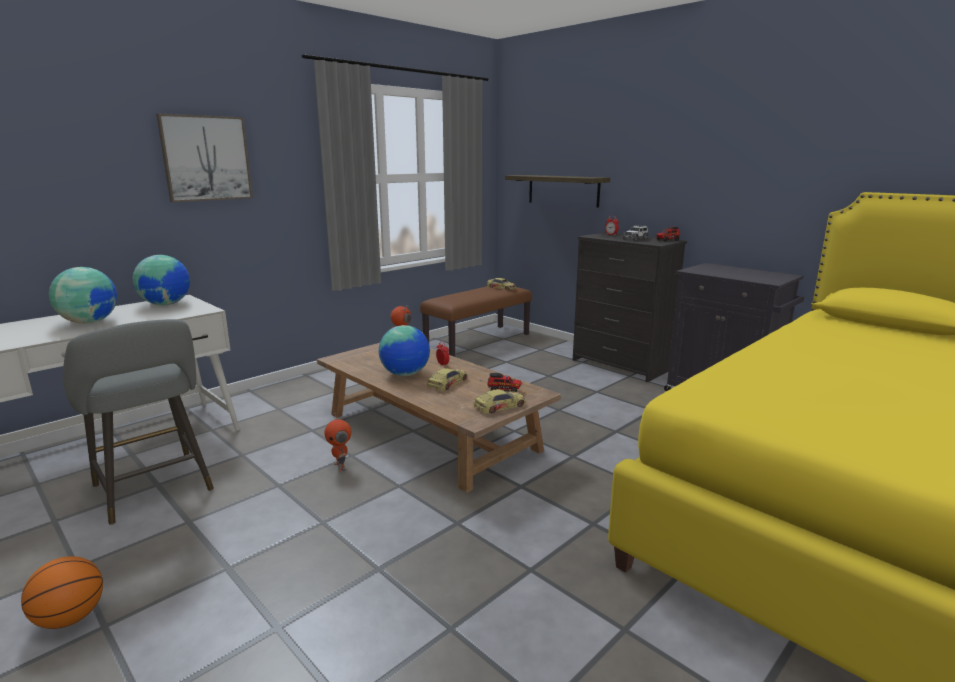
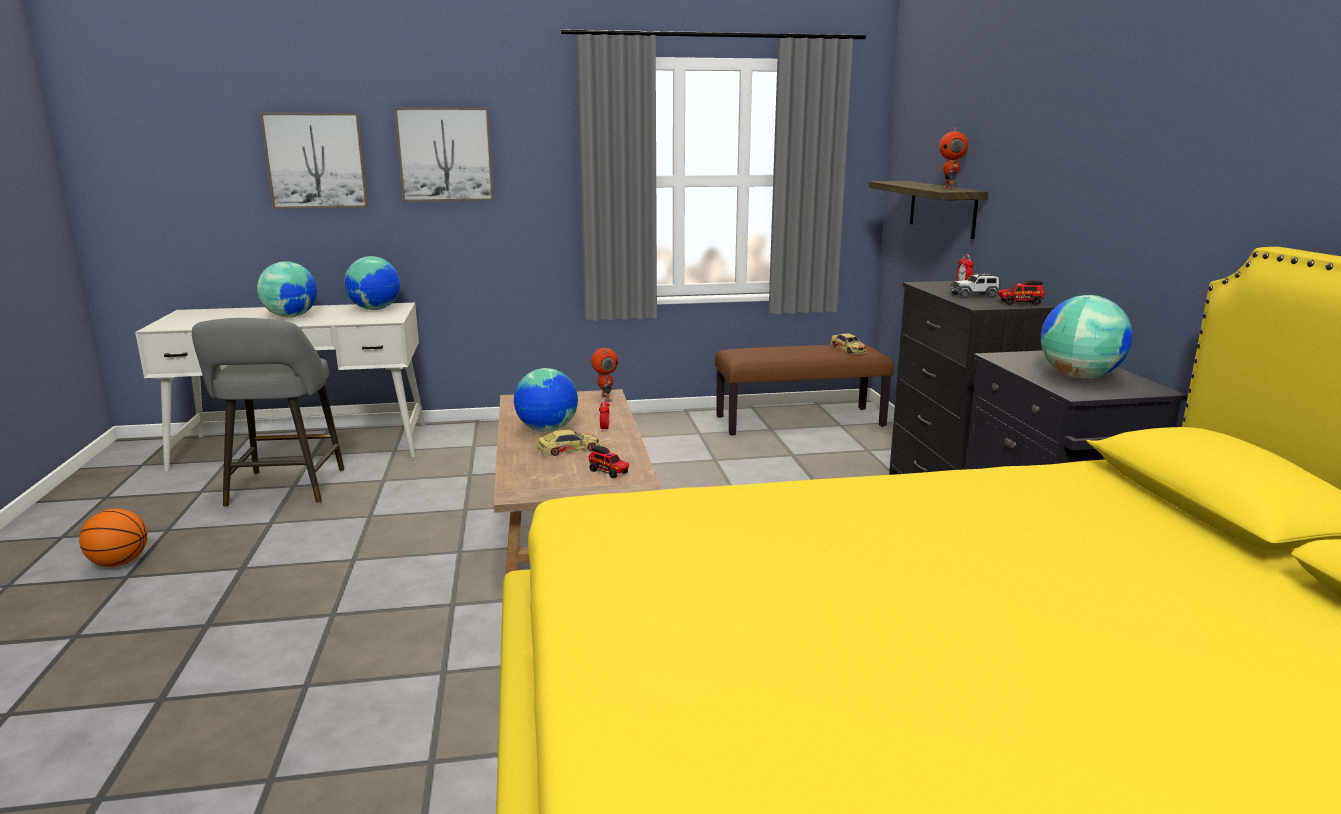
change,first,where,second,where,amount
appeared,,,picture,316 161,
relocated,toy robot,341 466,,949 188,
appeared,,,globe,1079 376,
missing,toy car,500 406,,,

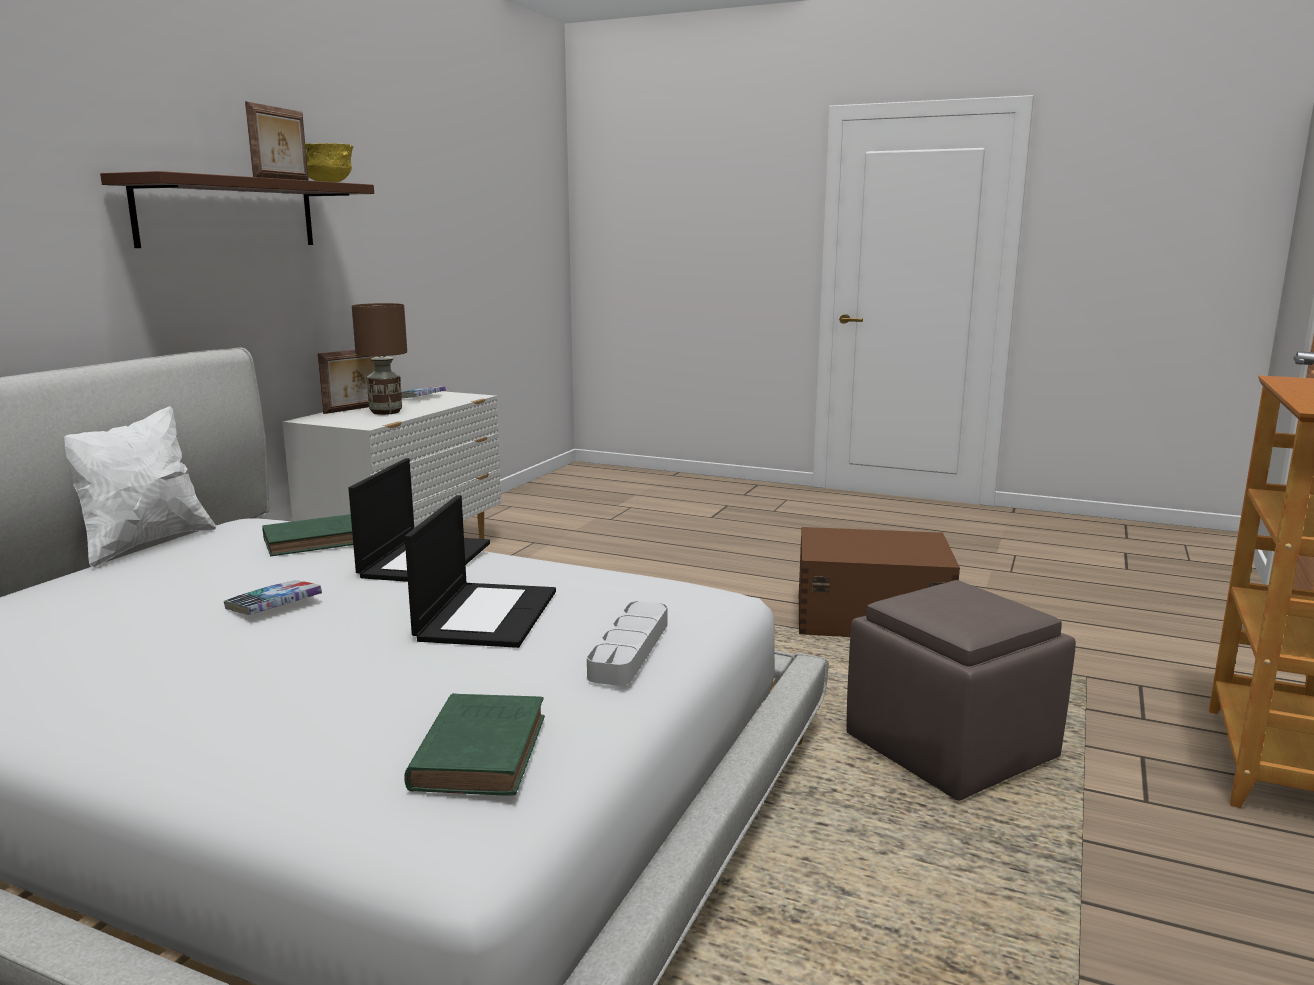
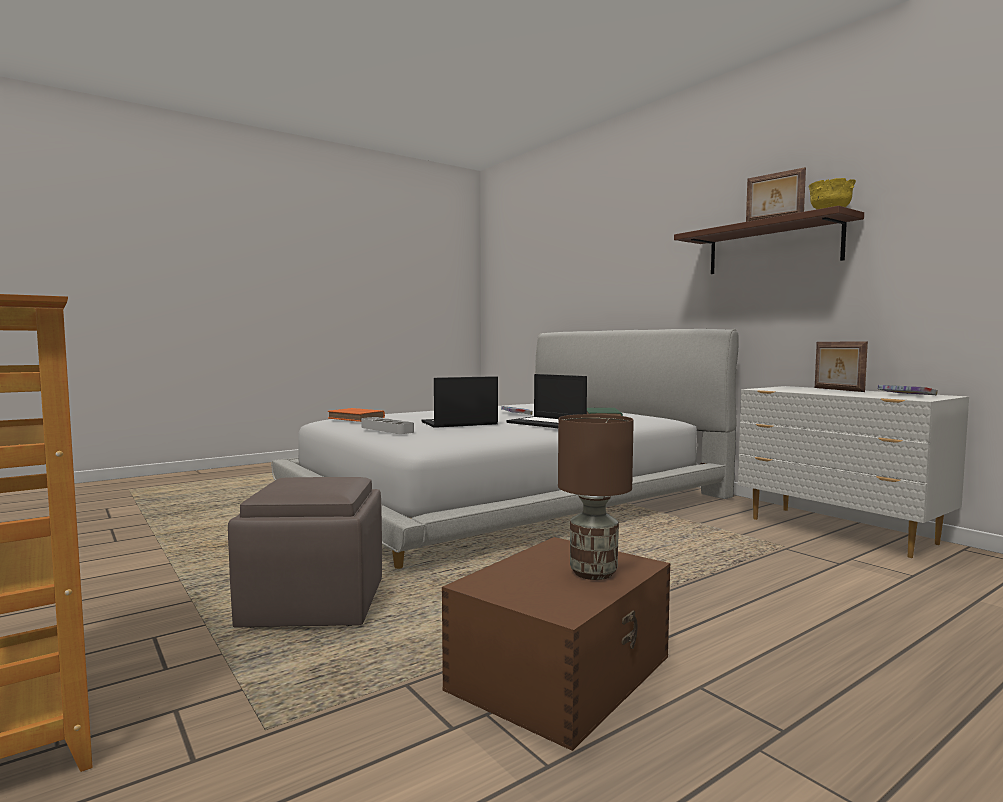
change,first,where,second,where,amount
colour,book (green),481 750,book (orange),357 418,
spun,laptop,486 614,,458 423,120 degrees clockwise
relocated,table lamp (brown),386 412,,593 573,
missing,pillow (white),143 544,,,

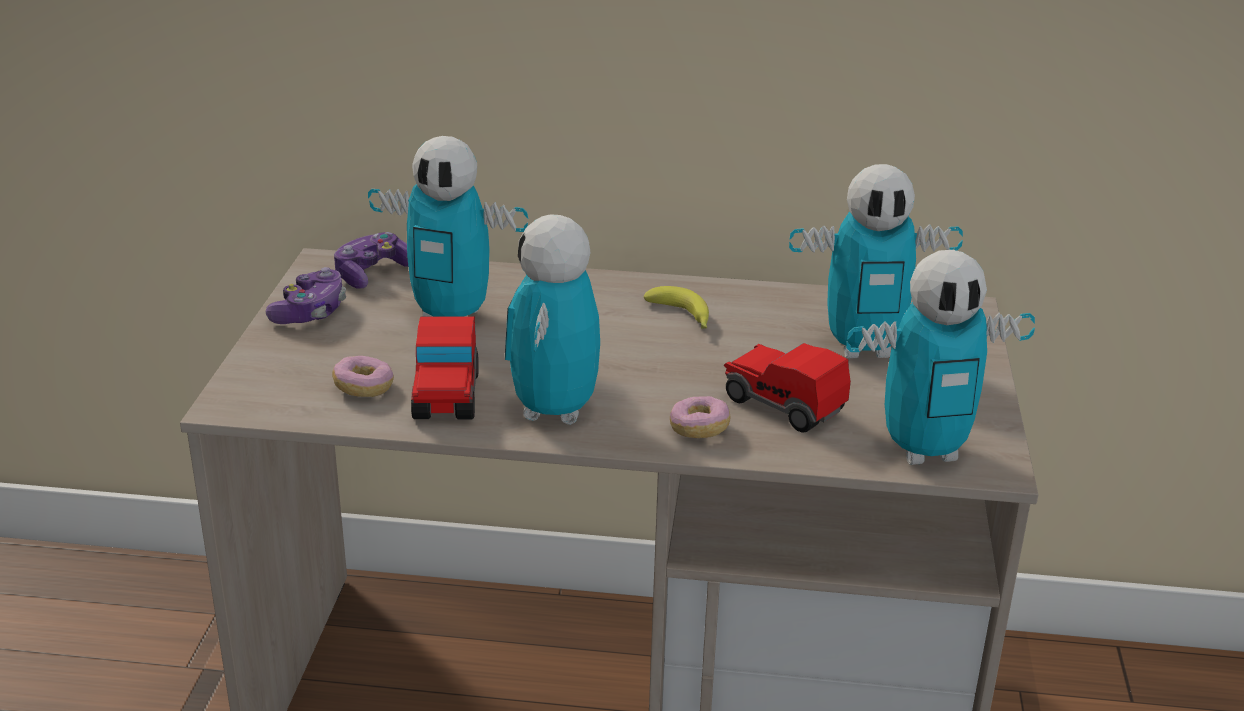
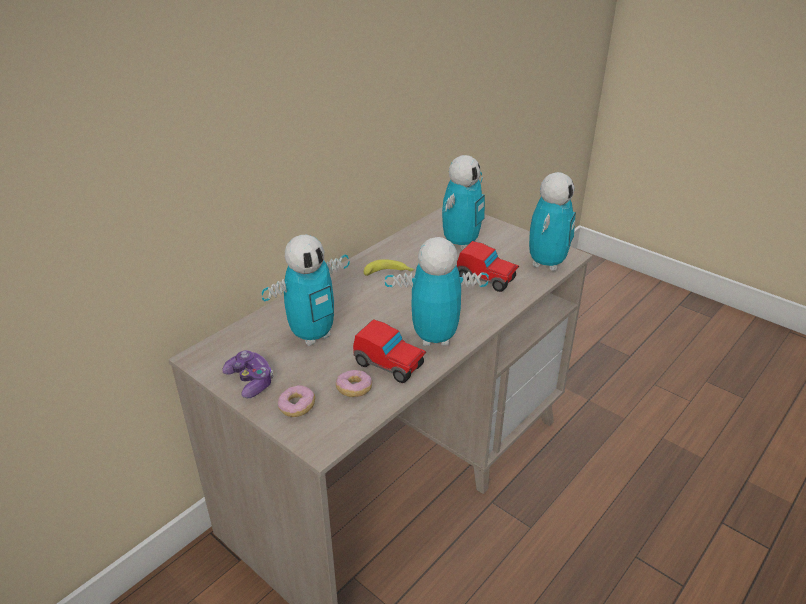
change,first,where,second,where,amount
relocated,donut,699 429,,297 407,
spun,toy robot,554 411,,434 338,135 degrees clockwise
spun,toy car,783 405,,486 279,135 degrees counterclockwise
missing,game controller,372 273,,,

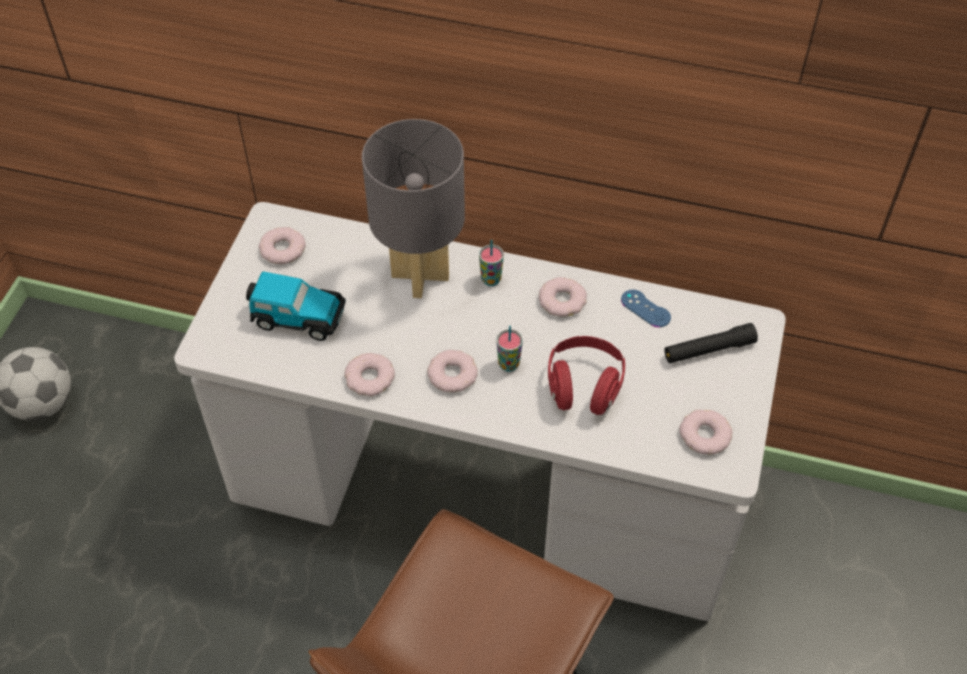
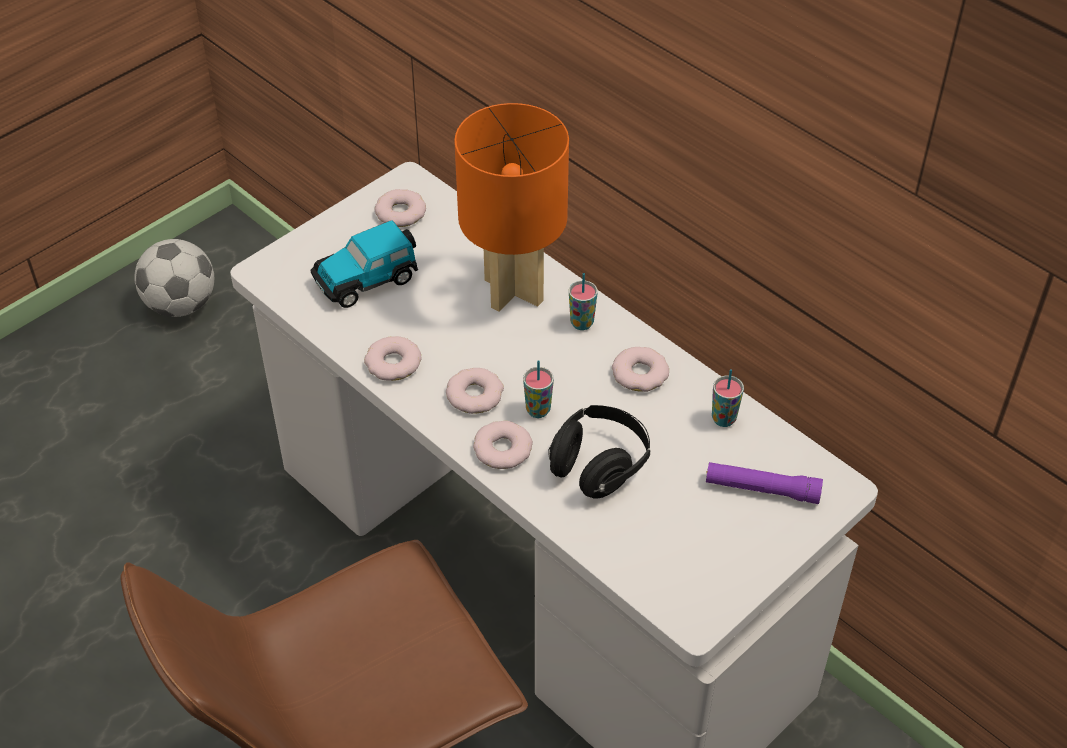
change,first,where,second,where,amount
spun,toy car,297 316,,368 278,105 degrees clockwise
colour,table lamp (grey),419 276,table lamp (orange),512 290,
relocated,donut,704 435,,502 449,
colour,headphones (red),584 387,headphones (black),599 465,
colour,flashlight (black),708 350,flashlight (purple),761 489,
exchanged,game controller (blue),645 308,cup,723 419,

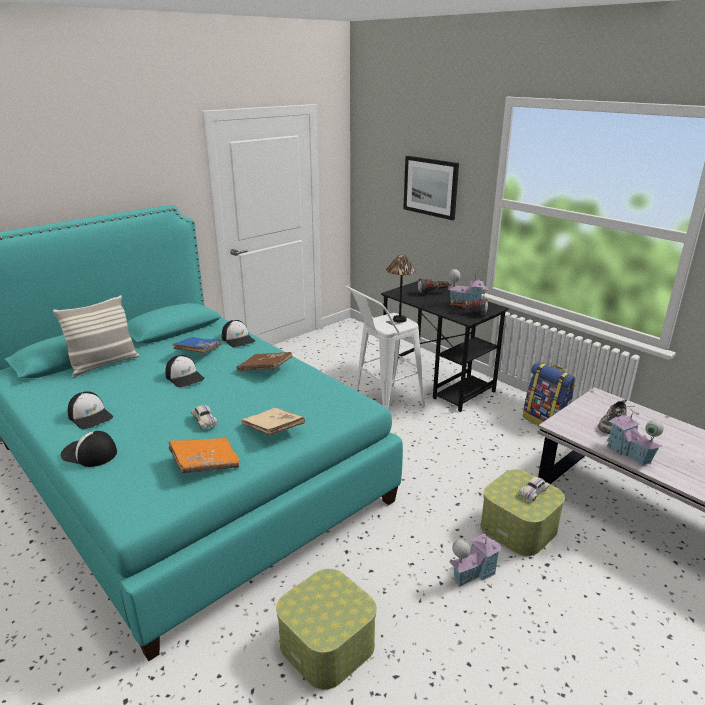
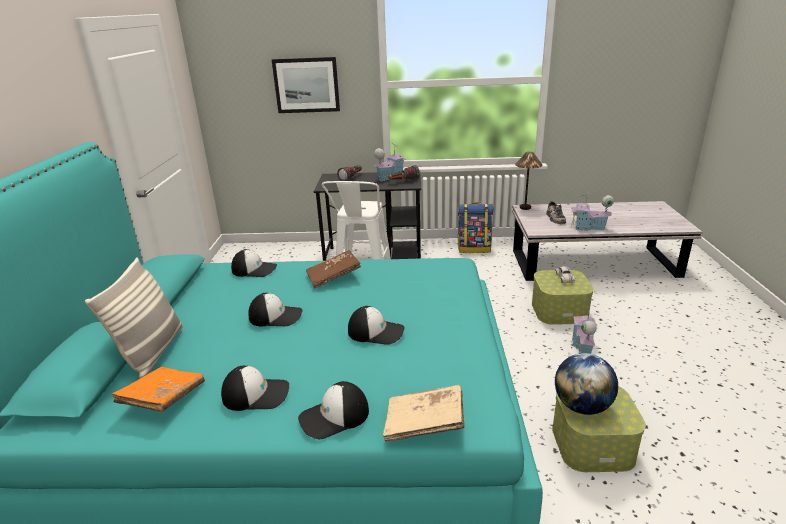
change,first,where,second,where,amount
relocated,book (orange),205 464,,163 398,
exchanged,toy car (white),204 421,cap,376 332,
relocated,book (beige),273 430,,424 424,
relocated,table lamp,399 320,,525 208,
appeared,,,globe,582 406,
missing,book (blue),198 352,,,

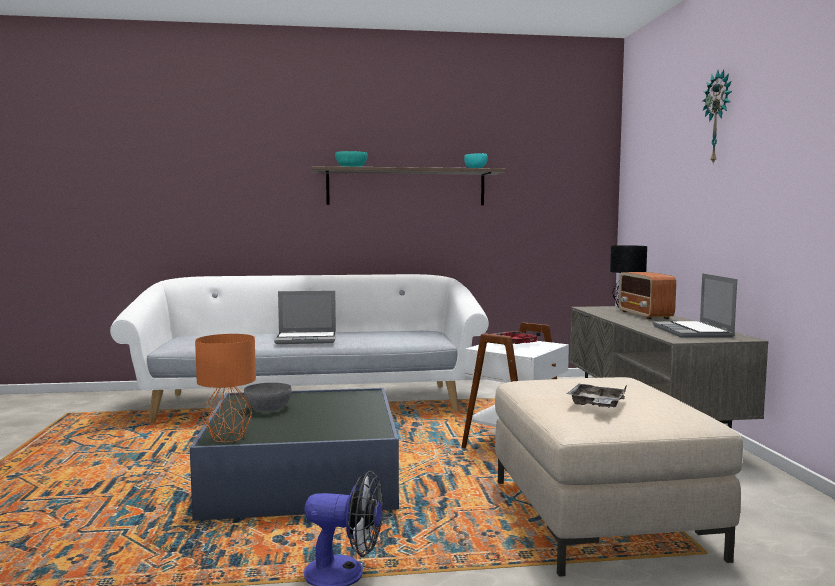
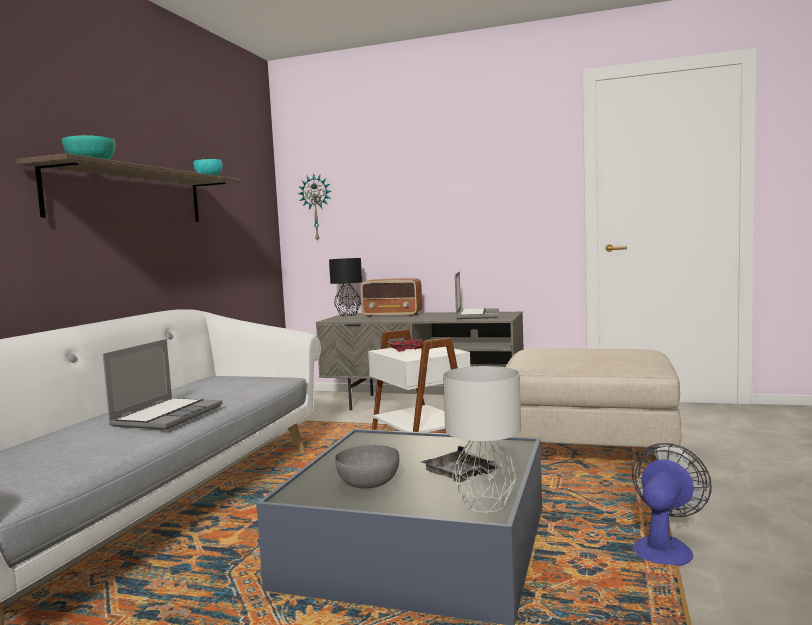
change,first,where,second,where,amount
relocated,wall clock,719 117,,316 207,
relocated,tray (grey),596 405,,460 476,
colour,table lamp (orange),227 437,table lamp (grey),486 505,
spun,laptop,693 332,,476 315,105 degrees counterclockwise

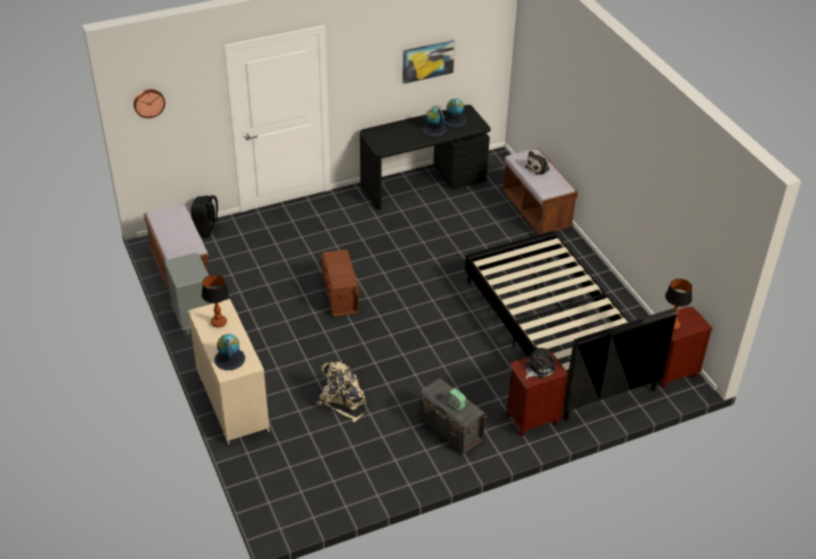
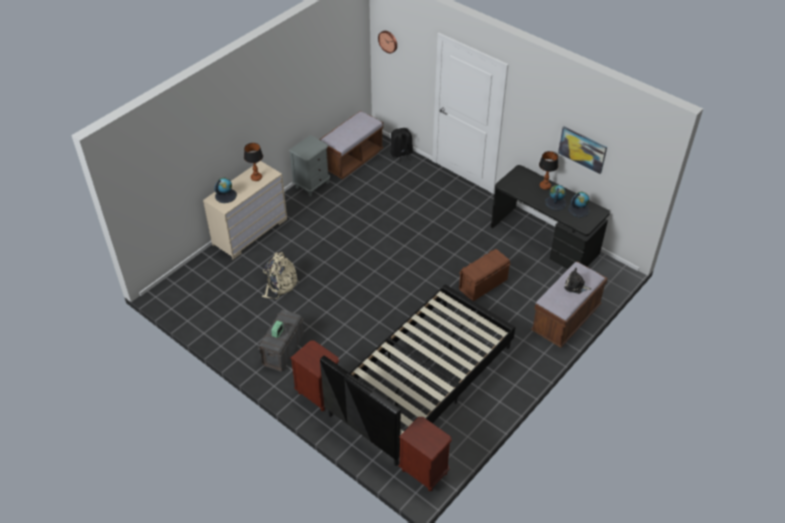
change,first,where,second,where,amount
relocated,storage box (brown),340 296,,482 285,
relocated,table lamp,671 325,,545 186,
missing,plush toy,538 368,,,

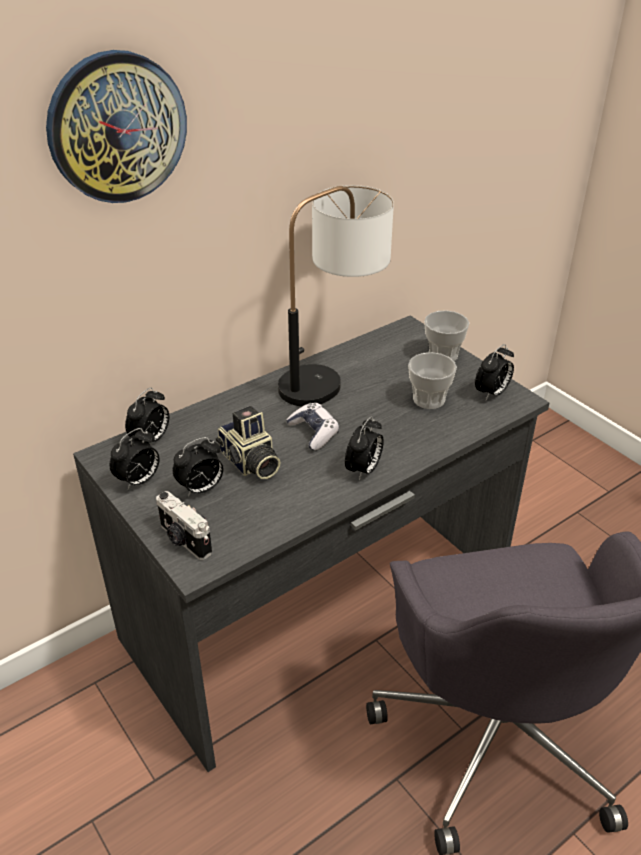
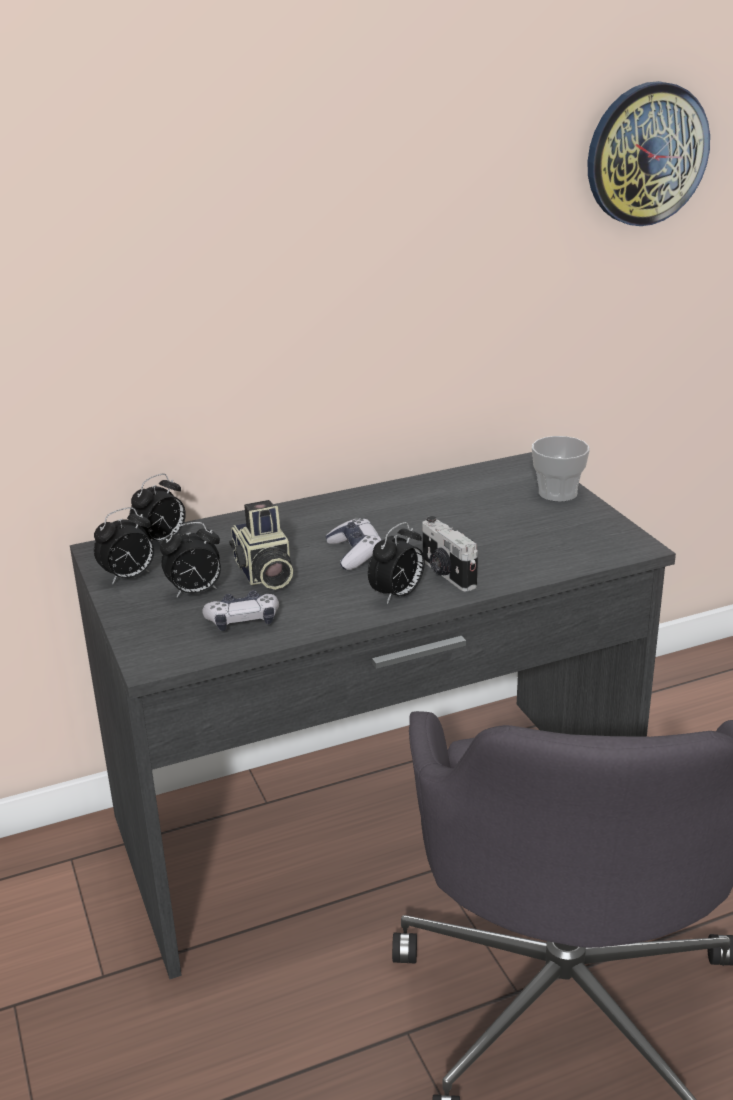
change,first,where,second,where,amount
appeared,,,game controller,243 620,
relocated,photo camera,184 540,,446 574,
relocated,wall clock,117 128,,646 154,
missing,table lamp,332 375,,,
missing,cup,429 399,,,
missing,alarm clock,492 393,,,

